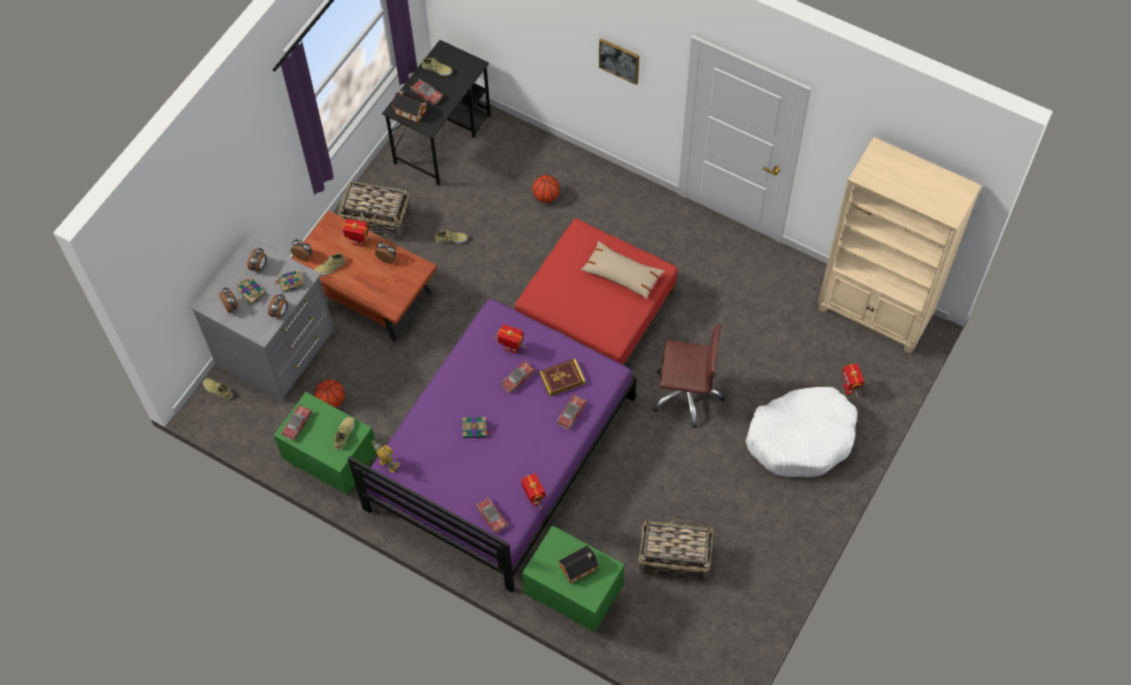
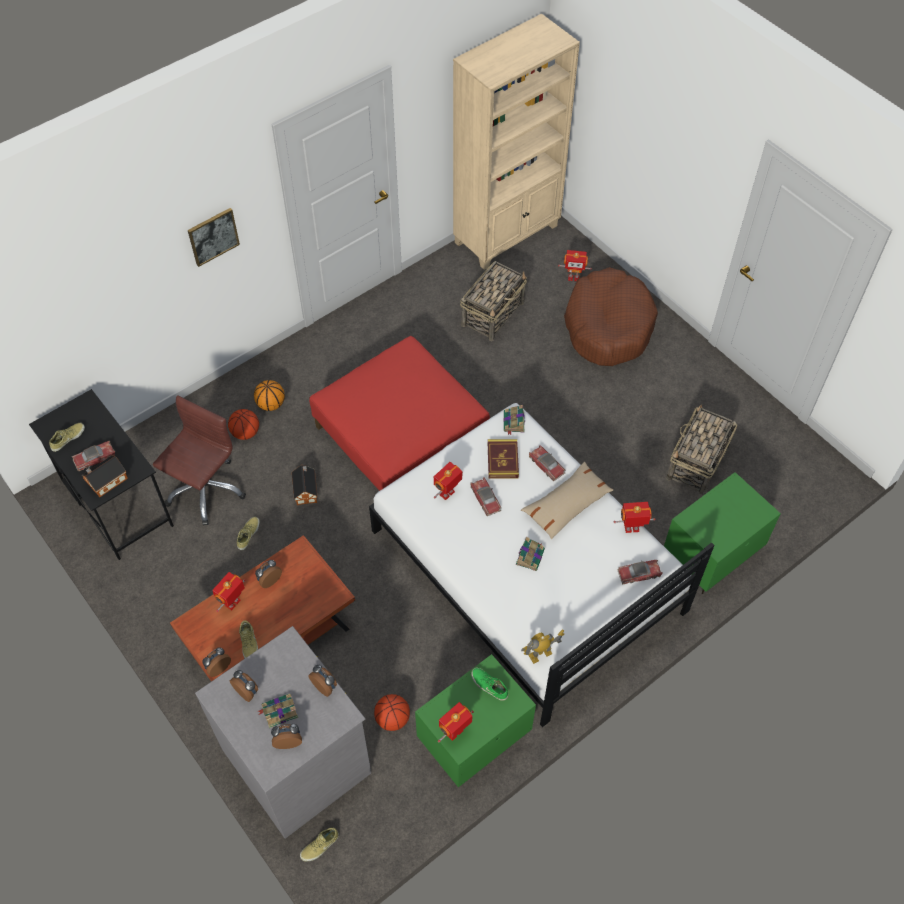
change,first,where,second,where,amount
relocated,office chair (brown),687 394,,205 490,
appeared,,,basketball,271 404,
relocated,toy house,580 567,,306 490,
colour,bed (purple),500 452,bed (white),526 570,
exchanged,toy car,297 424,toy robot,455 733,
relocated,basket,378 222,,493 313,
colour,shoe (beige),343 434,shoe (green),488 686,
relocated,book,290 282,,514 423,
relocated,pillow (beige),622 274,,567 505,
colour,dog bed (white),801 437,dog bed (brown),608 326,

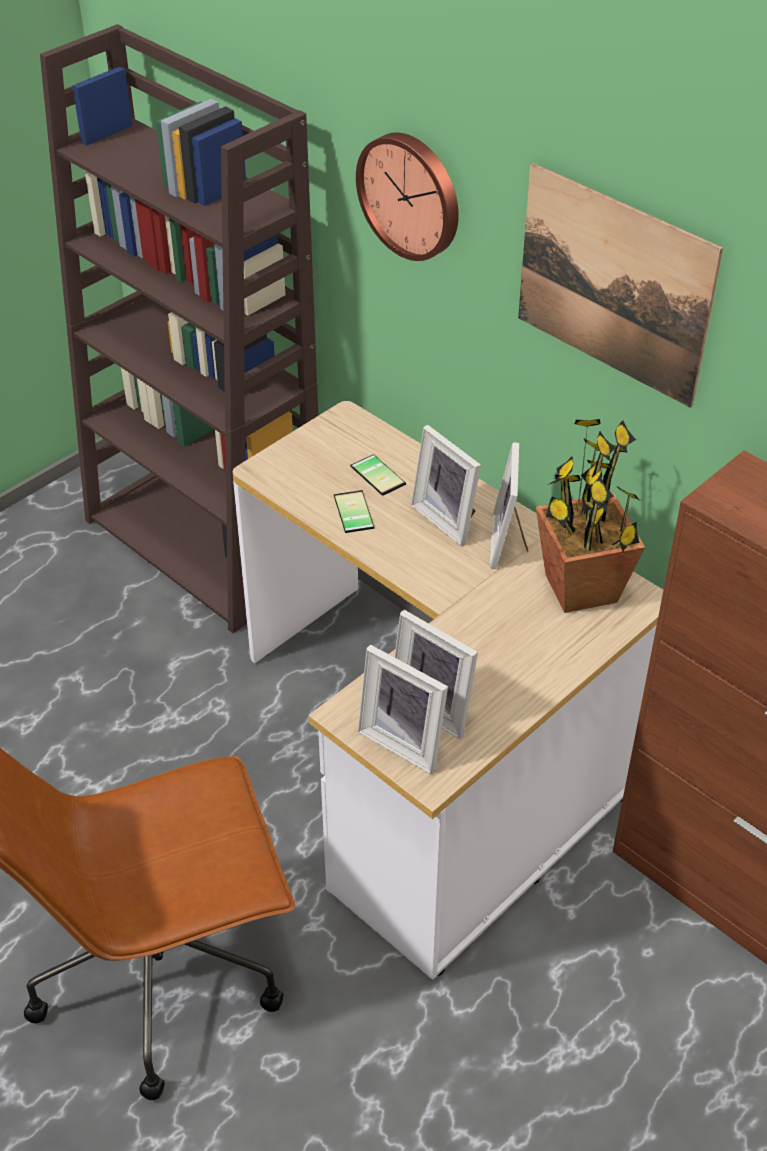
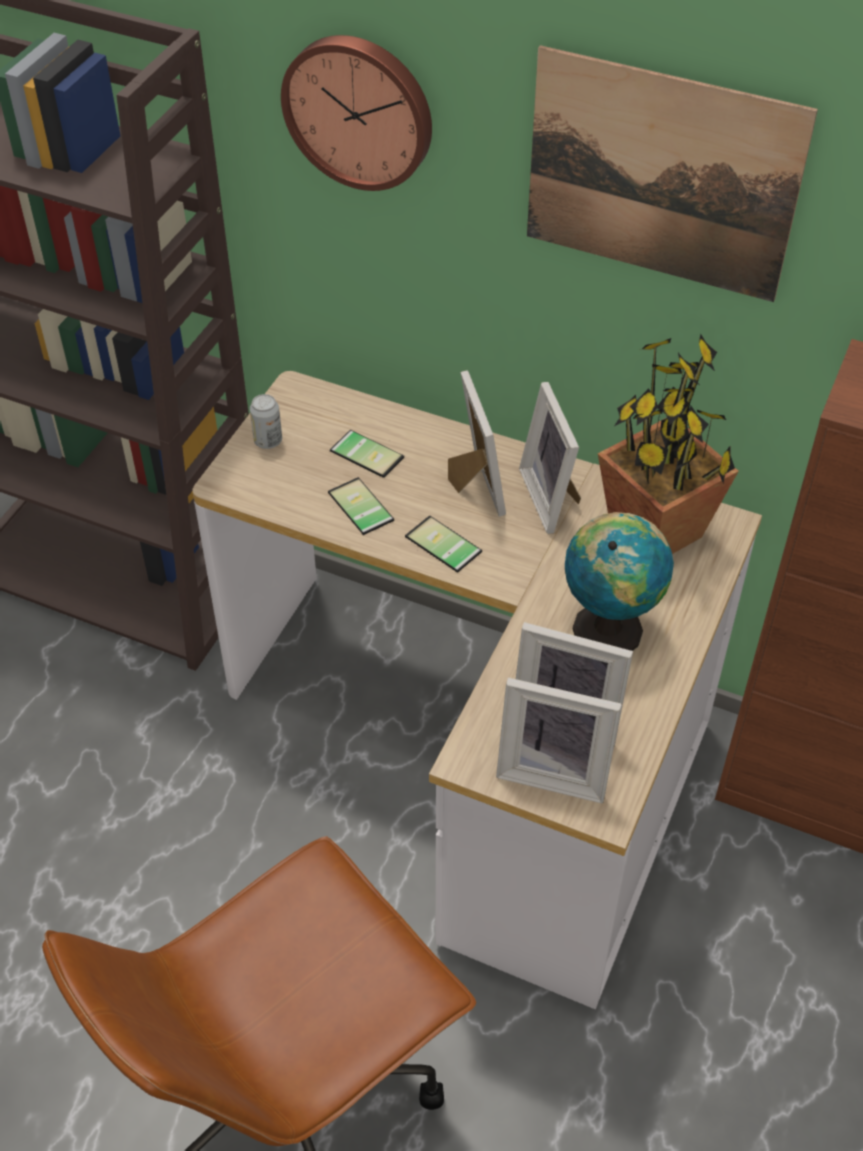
change,first,where,second,where,amount
appeared,,,can,268 441,
appeared,,,phone,440 546,
spun,picture frame,449 518,,472 486,135 degrees counterclockwise
appeared,,,globe,609 627,

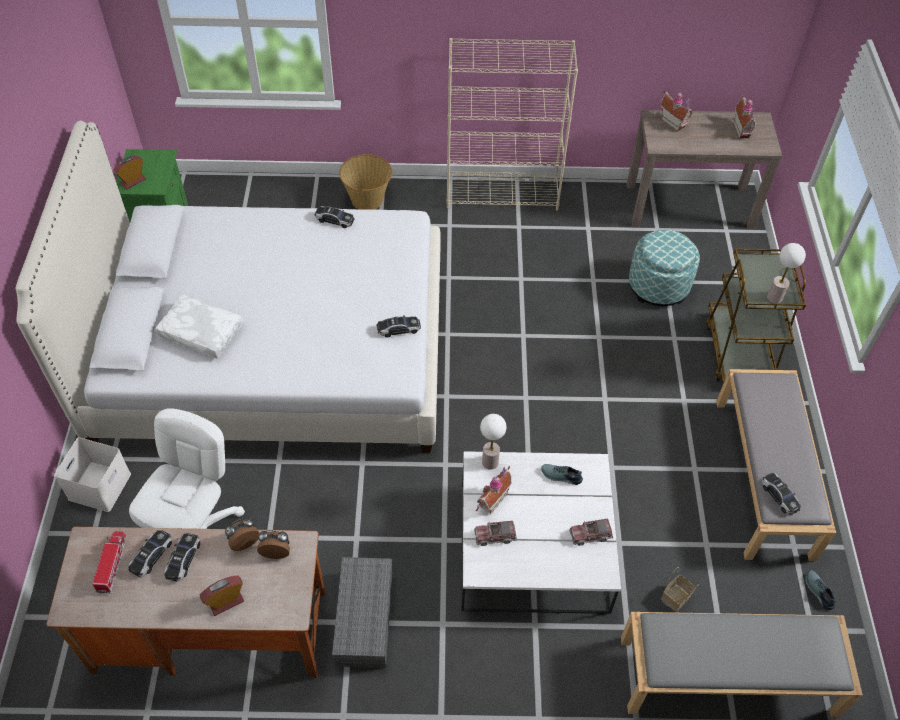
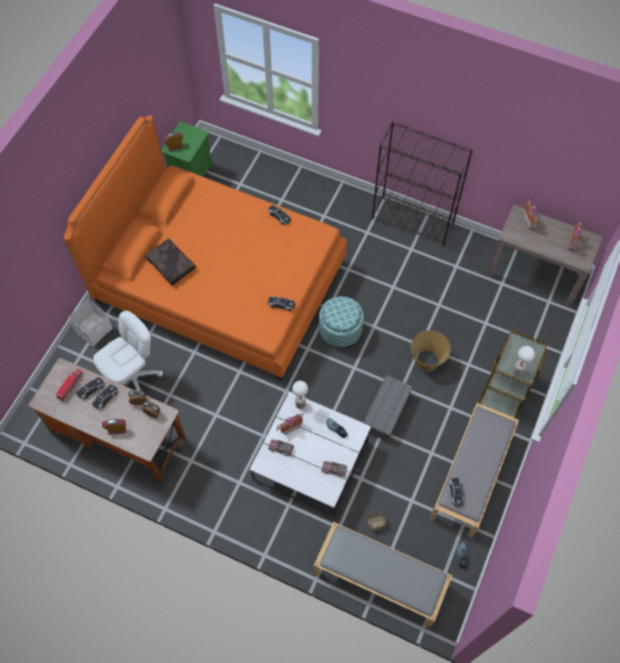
change,first,where,second,where,amount
colour,bed (white),272 353,bed (orange),219 282,
colour,pillow (white),200 333,pillow (brown),170 265,
relocated,ottoman,658 285,,340 330,
relocated,storage box (grey),363 617,,386 410,
colour,bookcase (beige),502 194,bookcase (black),413 221,
relocated,basket,367 199,,427 360,

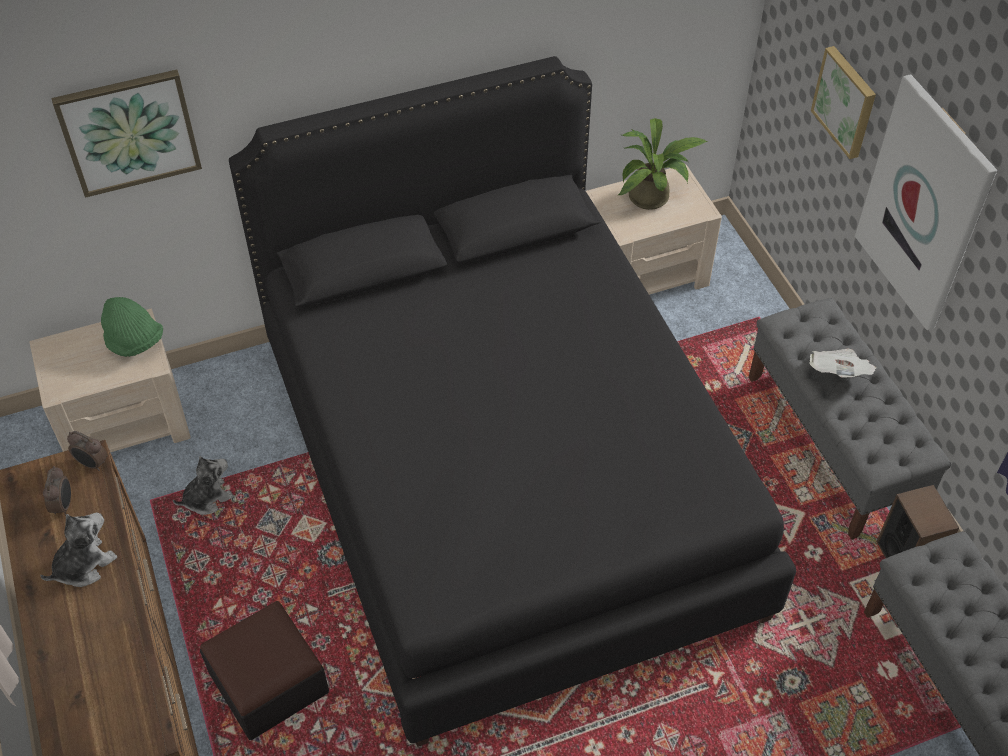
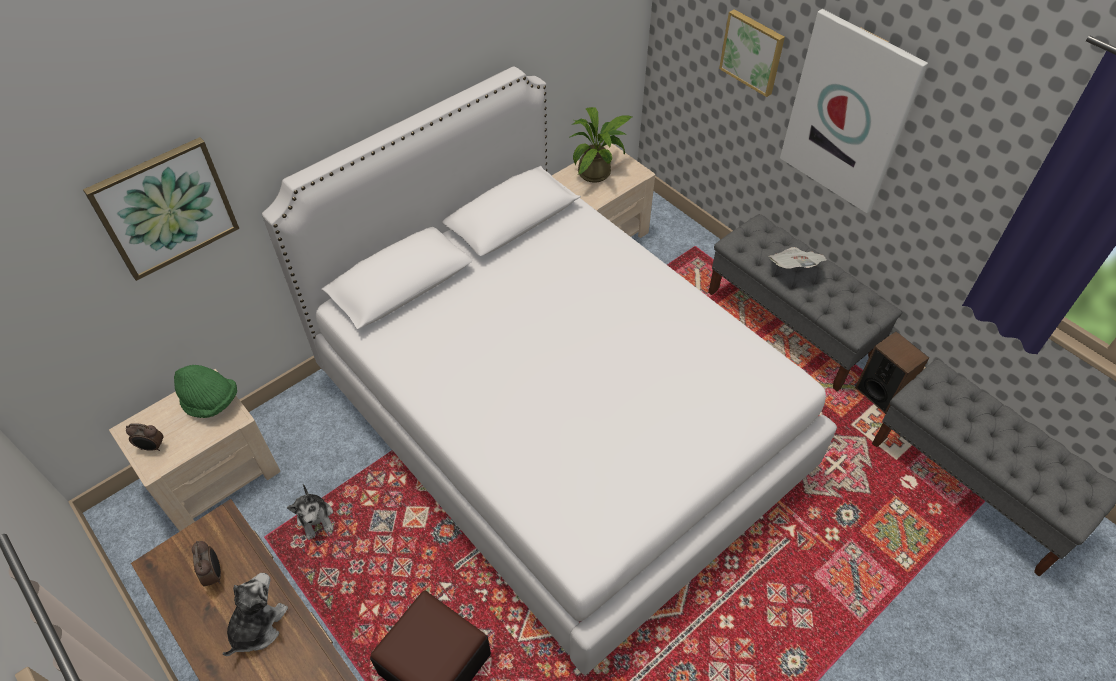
change,first,where,second,where,amount
relocated,alarm clock,92 464,,152 447,
colour,bed (black),503 474,bed (white),557 421,
spun,plush toy,207 498,,316 518,120 degrees clockwise

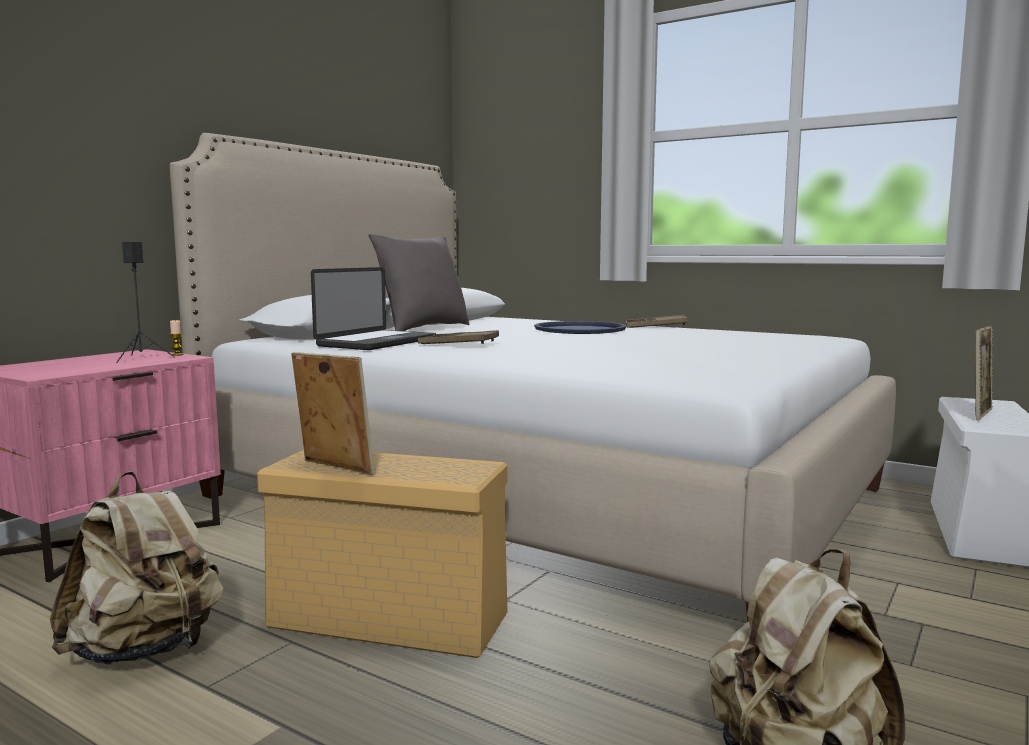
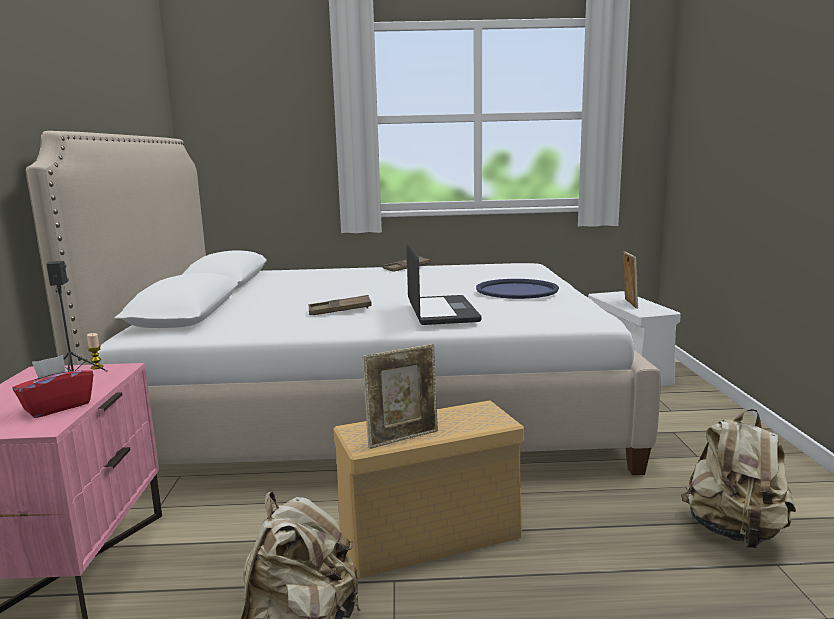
change,first,where,second,where,amount
appeared,,,tissue box (red),57 407,
spun,picture frame,334 468,,403 438,150 degrees clockwise
relocated,laptop,377 342,,442 311,
relocated,tray (blue),579 329,,517 290,
missing,pillow (grey),422 329,,,

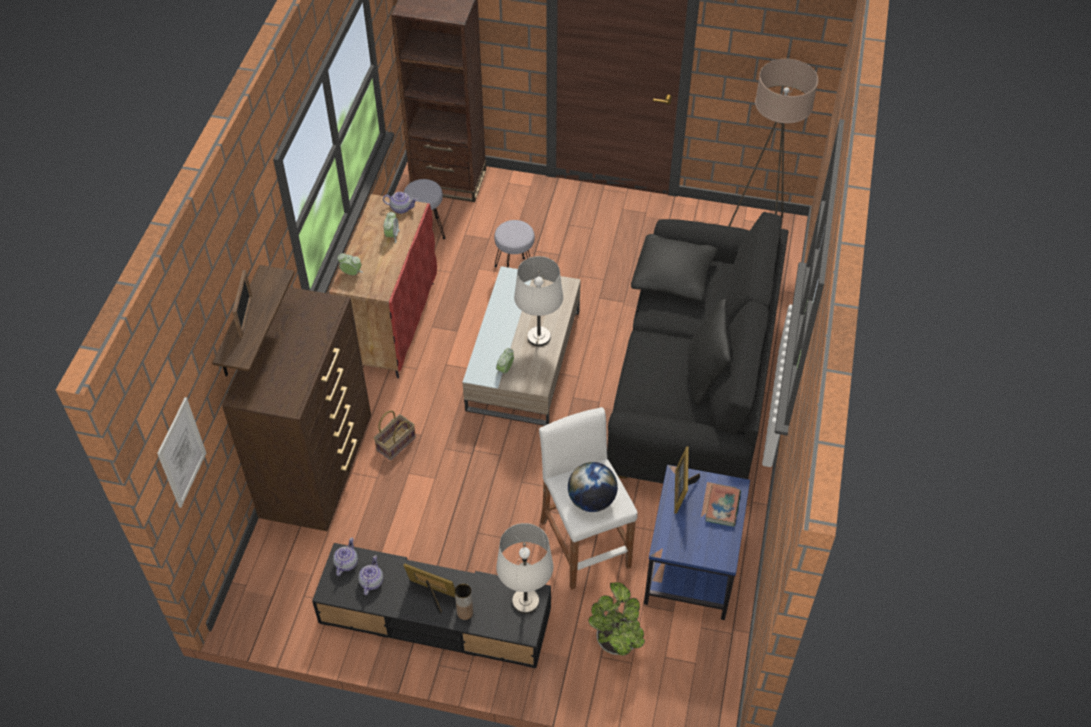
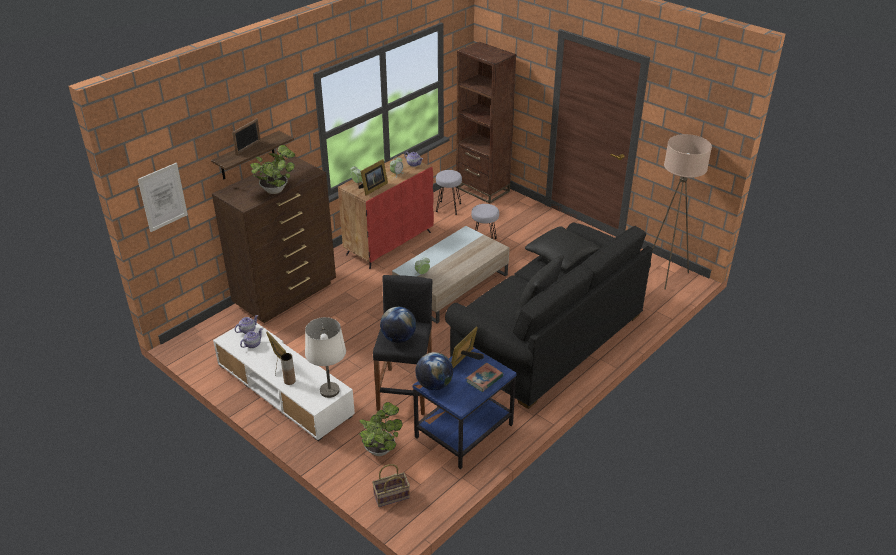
change,first,where,second,where,amount
colour,tv stand (black),435 617,tv stand (white),284 389,
appeared,,,potted plant,276 189,
appeared,,,picture frame,373 188,
relocated,basket,396 445,,391 497,
colour,stool (white),584 543,stool (black),406 390,
appeared,,,globe,434 385,
missing,table lamp (white),539 337,,,

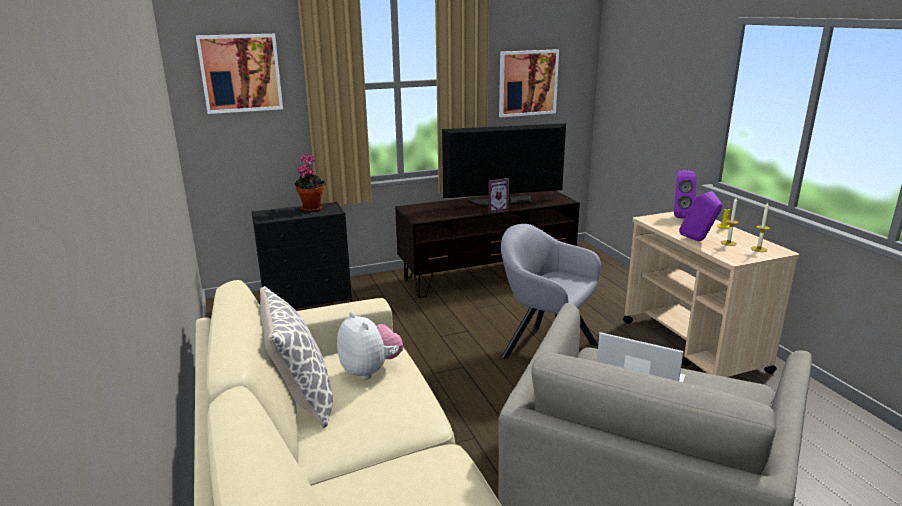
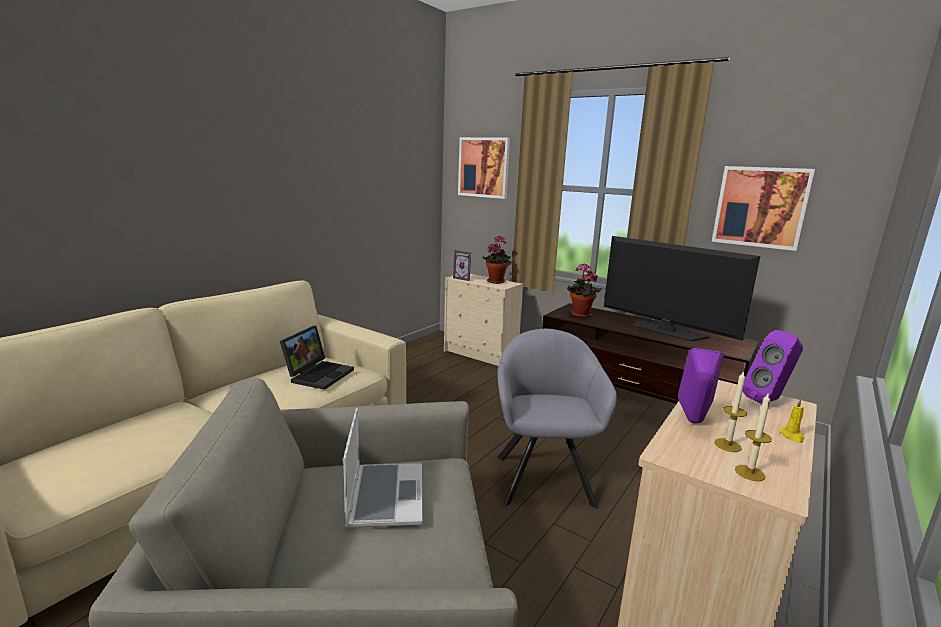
change,first,where,second,where,amount
exchanged,plush toy,370 370,laptop,319 374,
colour,dresser (black),308 299,dresser (beige),481 355,
relocated,picture frame,496 210,,463 278,
appeared,,,potted plant,580 315,
missing,pillow,300 399,,,

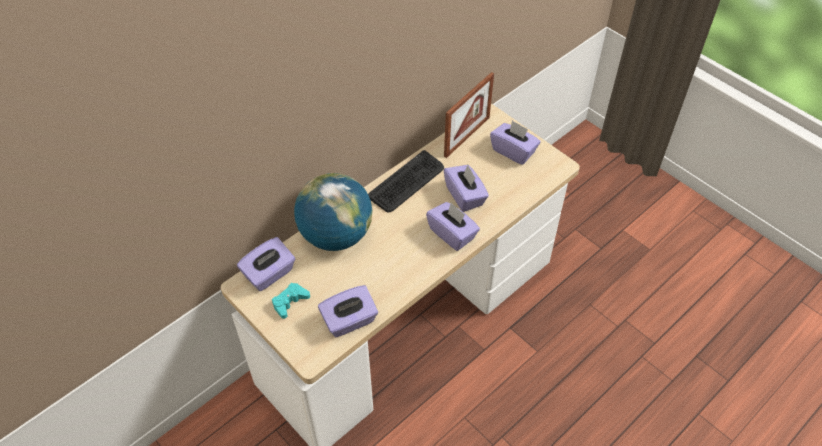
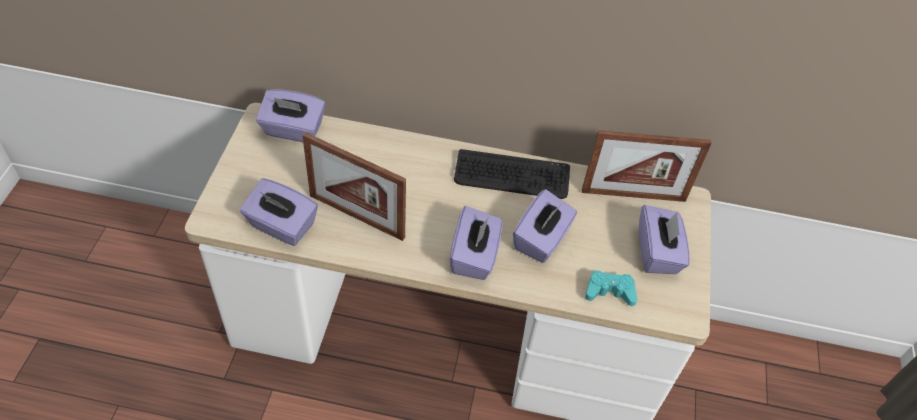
change,first,where,second,where,amount
appeared,,,picture frame,356 216,
relocated,game controller (turquoise),290 302,,609 291,
missing,globe,336 235,,,

